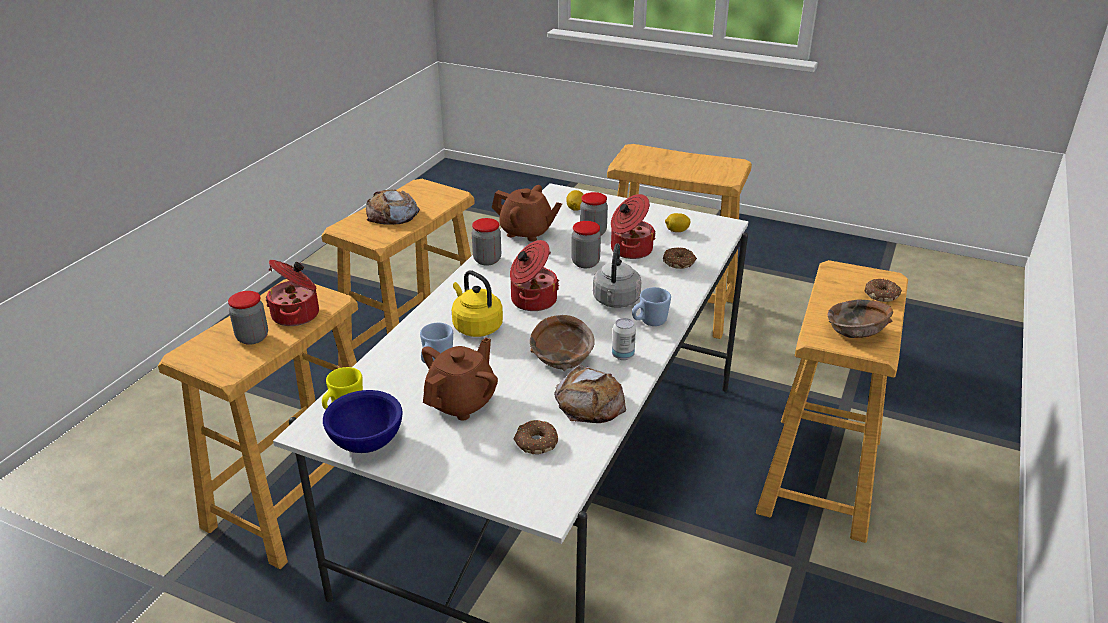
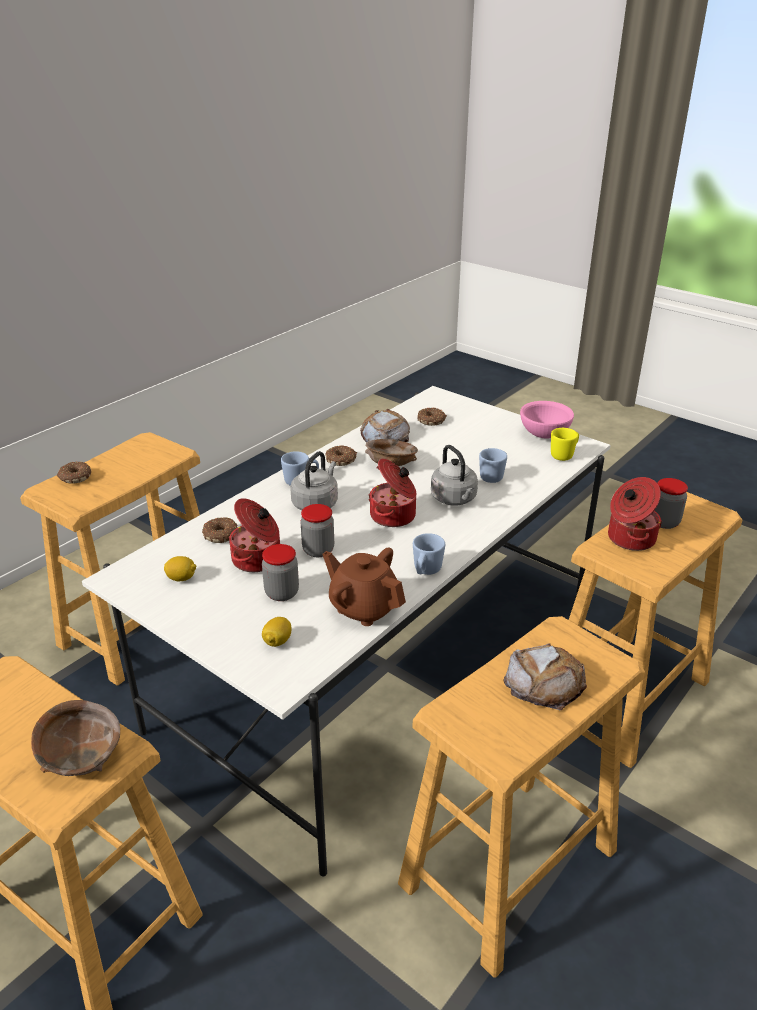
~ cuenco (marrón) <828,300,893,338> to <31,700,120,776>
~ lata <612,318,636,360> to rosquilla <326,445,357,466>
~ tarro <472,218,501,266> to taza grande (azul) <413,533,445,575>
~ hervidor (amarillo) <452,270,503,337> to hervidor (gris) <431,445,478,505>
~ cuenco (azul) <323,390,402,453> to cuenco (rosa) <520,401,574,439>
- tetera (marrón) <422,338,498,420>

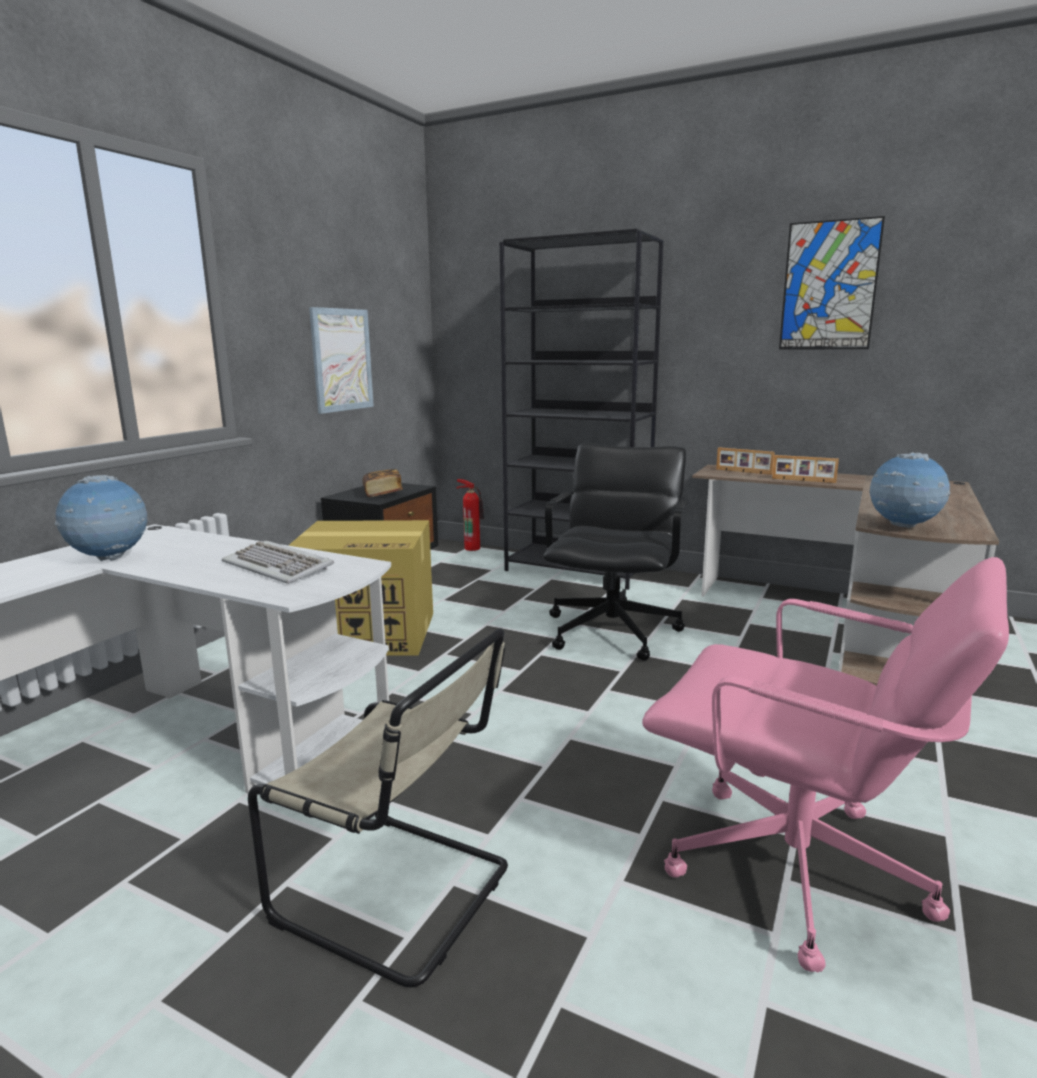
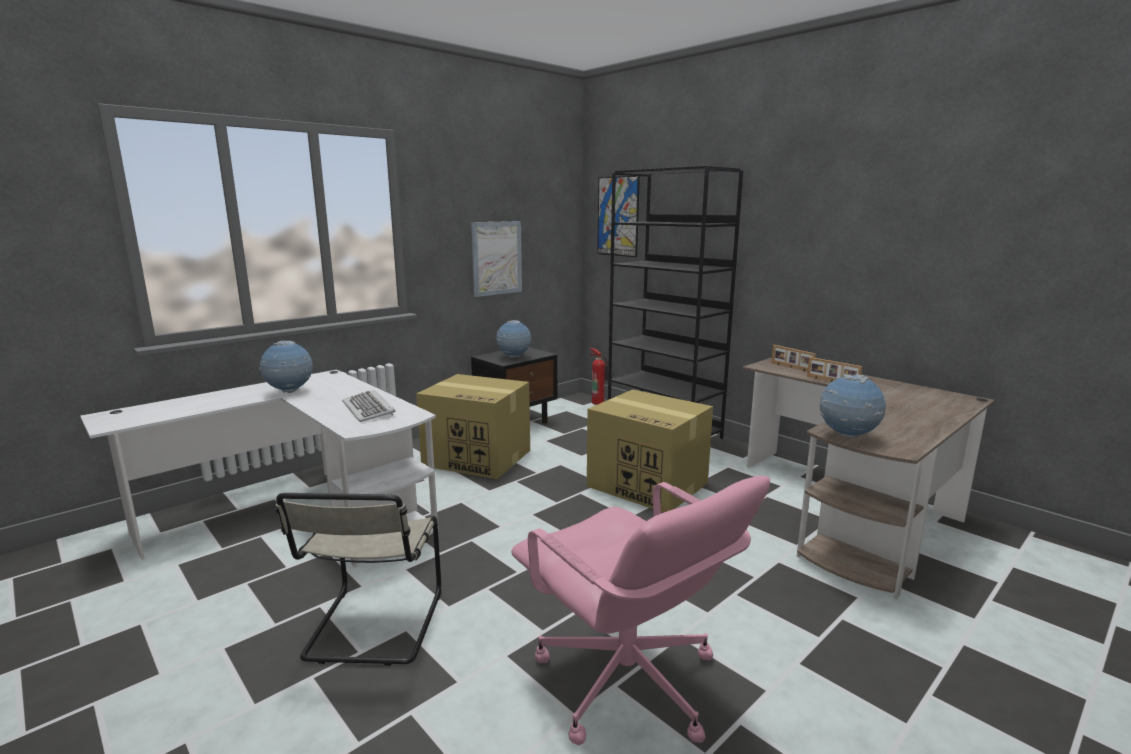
~ silla (beis) <248,628,508,987> = <275,493,442,666> 45 degrees clockwise
~ libro <363,469,403,497> to globo terráqueo <496,320,531,358>
~ silla de oficina (negro) <543,443,688,661> to caja de cartón <587,389,713,513>
~ cuadro <779,216,885,350> to <597,176,640,257>

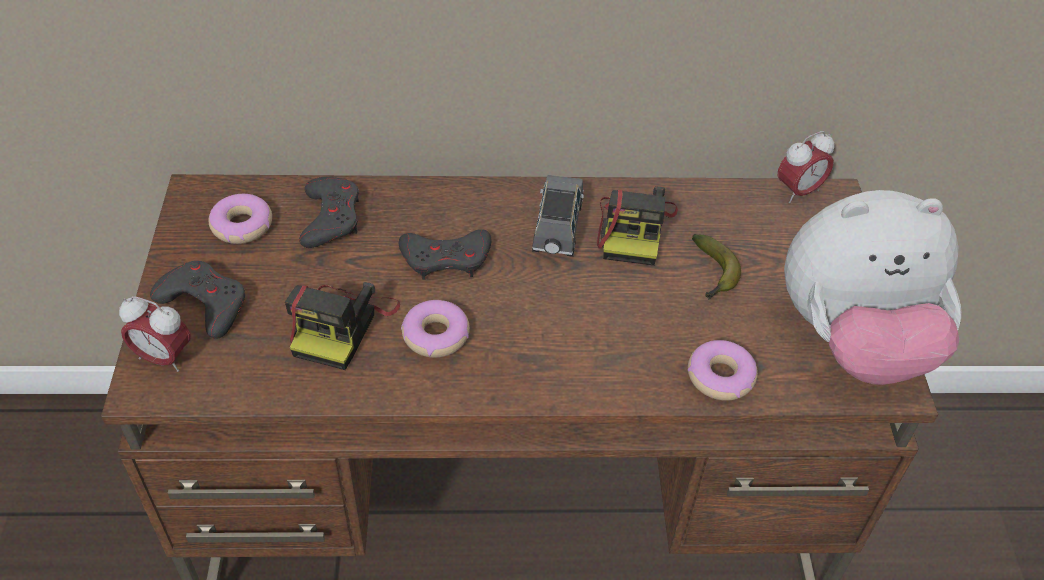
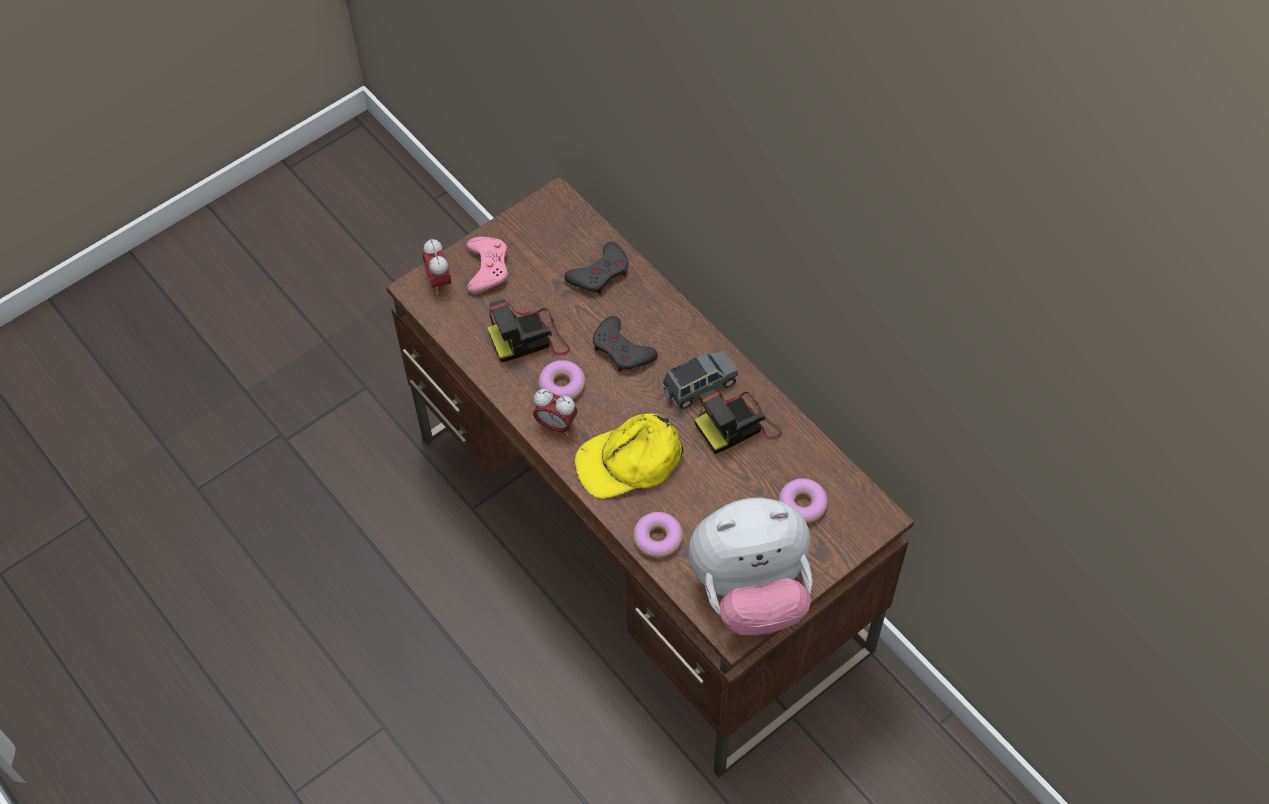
~ mando de consola (gris) <150,261,245,339> to mando de consola (rosa) <466,237,508,294>
~ despertador <778,131,834,203> to <533,389,578,436>
+ gorra (amarillo) <575,413,684,499>
~ peluche <784,190,962,385> = <689,498,813,635> 60 degrees counterclockwise
~ rosquilla <209,194,272,244> to <779,478,828,523>
- plátano <692,234,741,299>

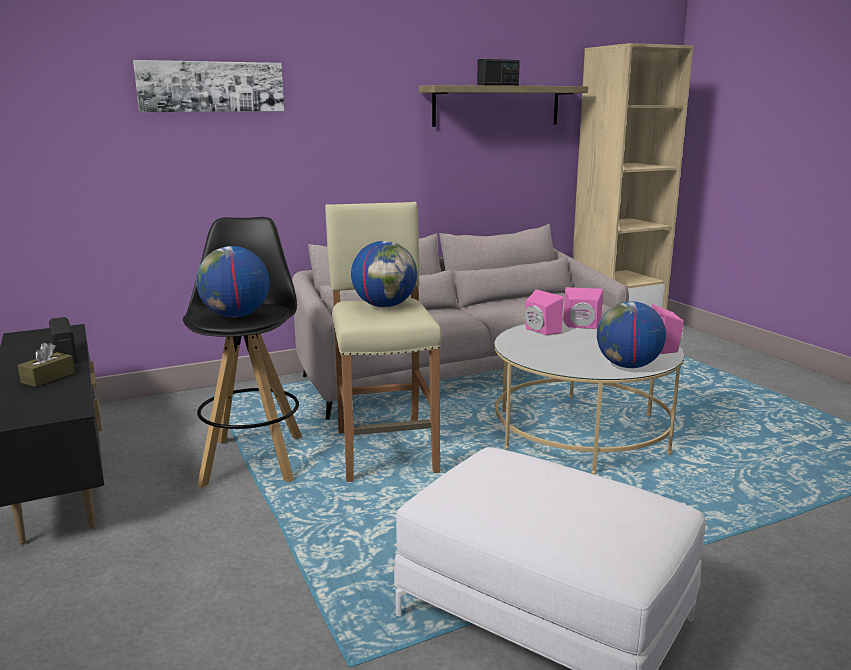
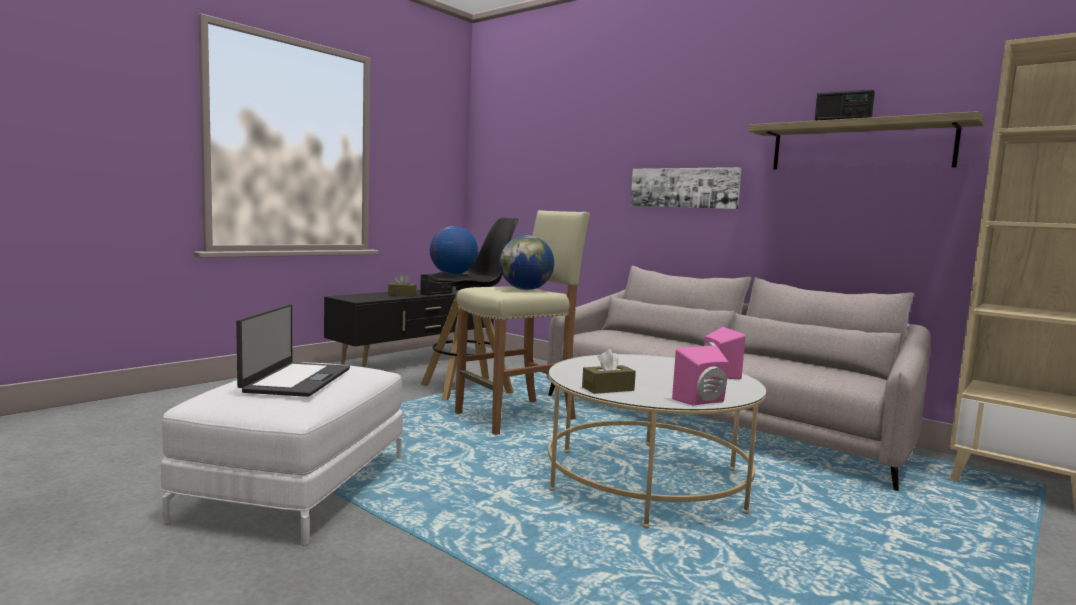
+ portátil <236,304,350,397>
~ globo terráqueo <597,301,666,368> to caja de pañuelos (marrón) <582,349,636,394>
~ cuadro <133,60,284,112> to <630,167,742,209>
- altavoz (rosa) <525,289,563,335>

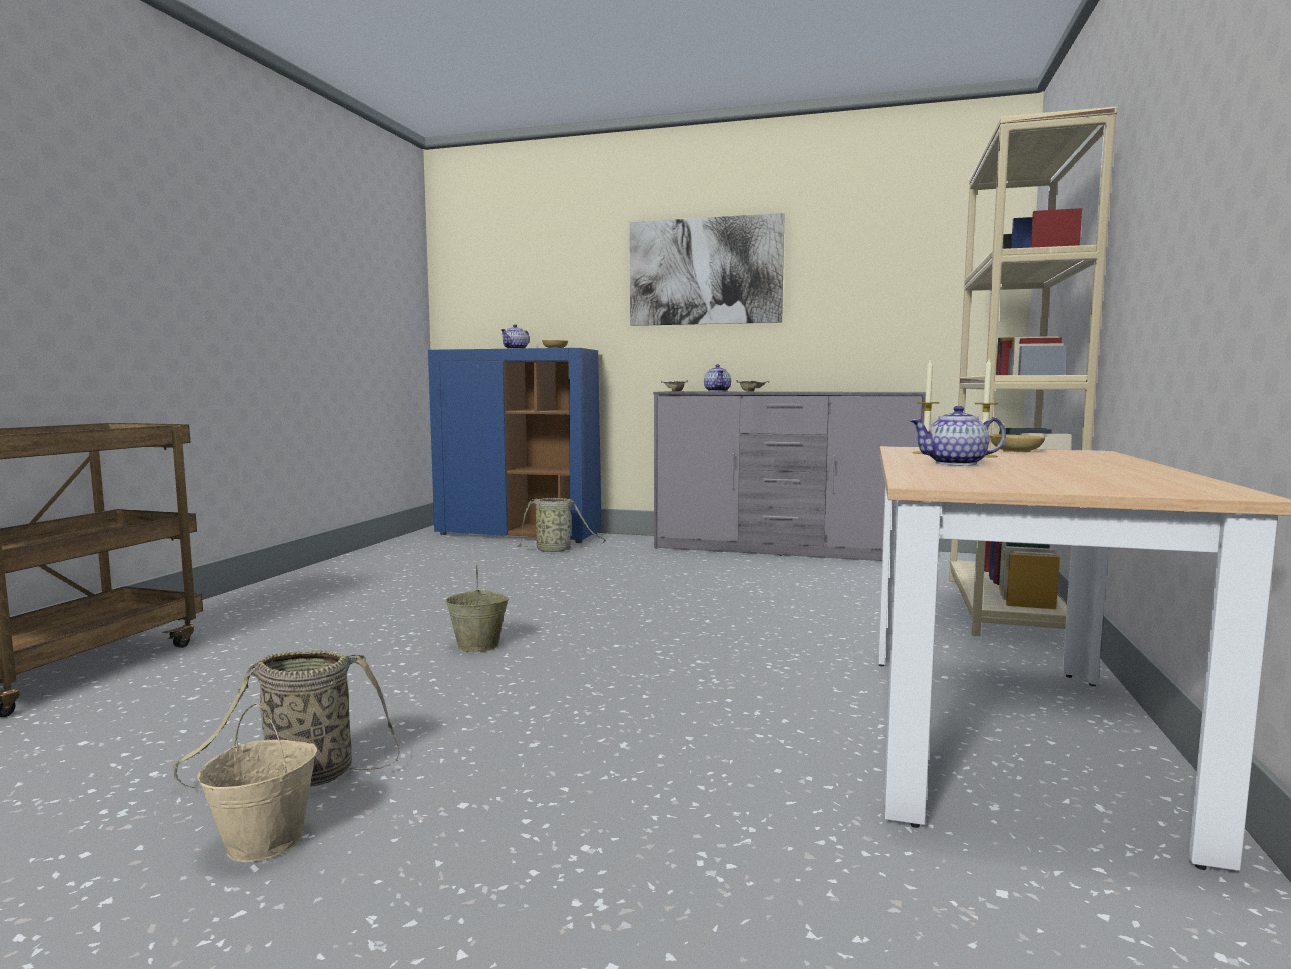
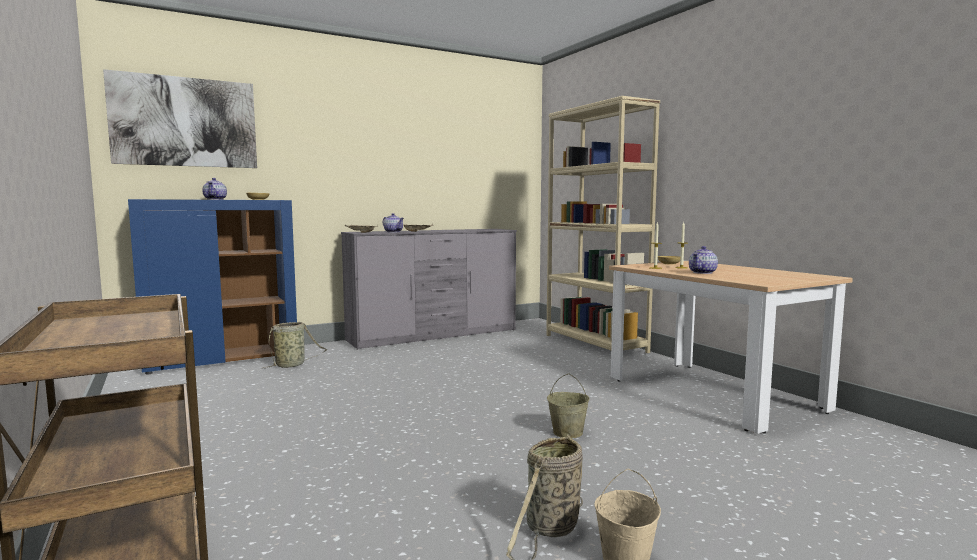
~ cuadro <630,213,785,326> to <103,69,257,168>
~ cubo (beis) <446,565,509,652> to <547,374,590,438>

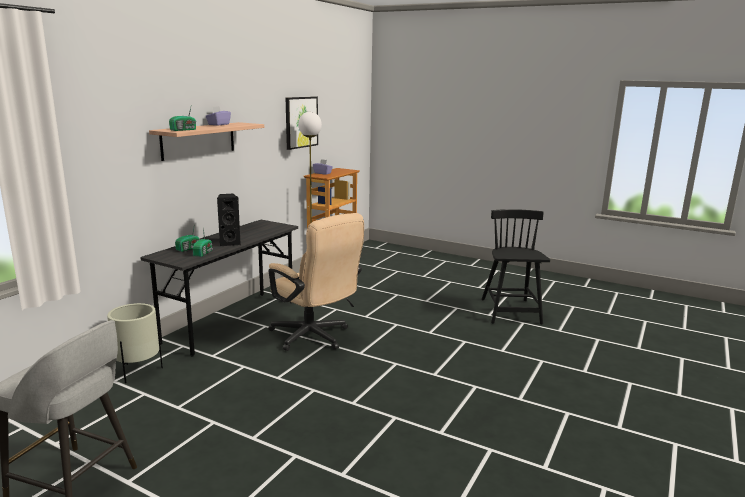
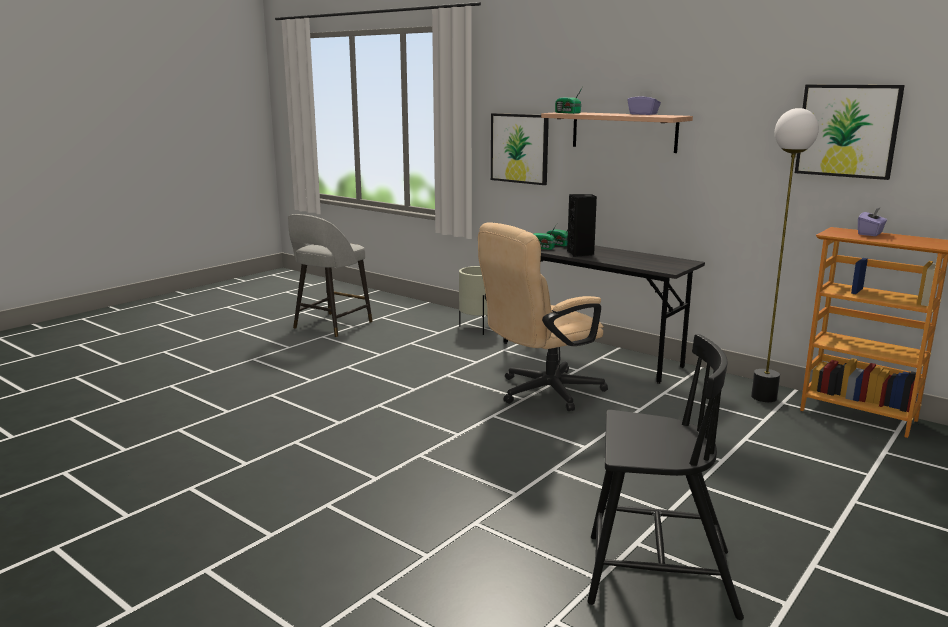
+ cuadro <491,113,549,185>

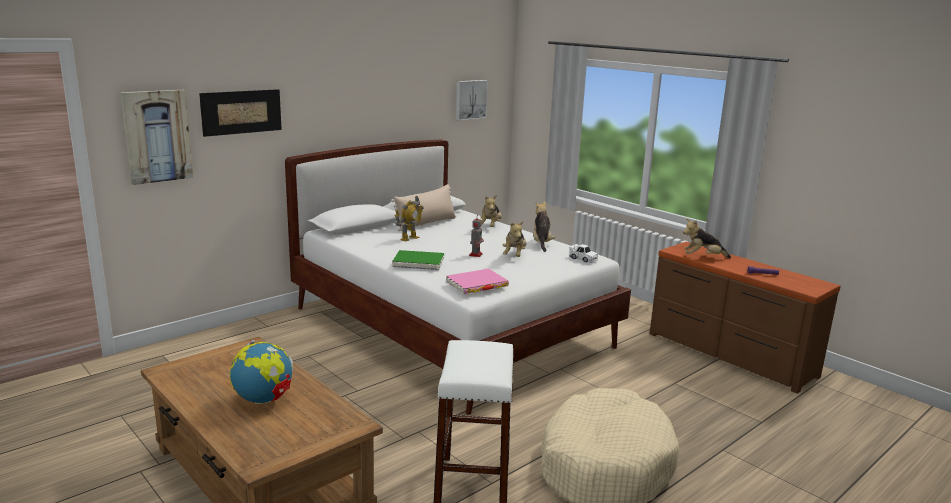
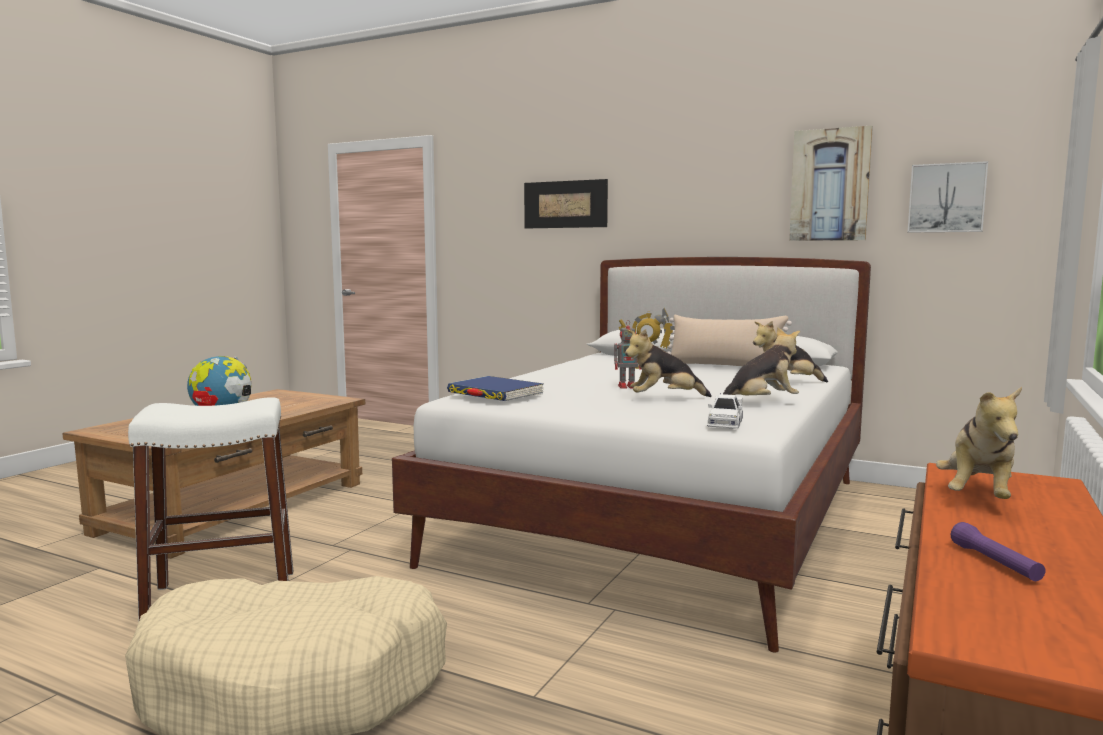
~ libro (rosa) <446,269,509,294> to libro (azul) <447,376,543,401>
~ cuadro <120,90,193,185> to <789,126,873,241>
~ peluche <683,219,731,258> = <936,387,1022,499> 135 degrees counterclockwise
- libro (verde) <392,250,444,270>

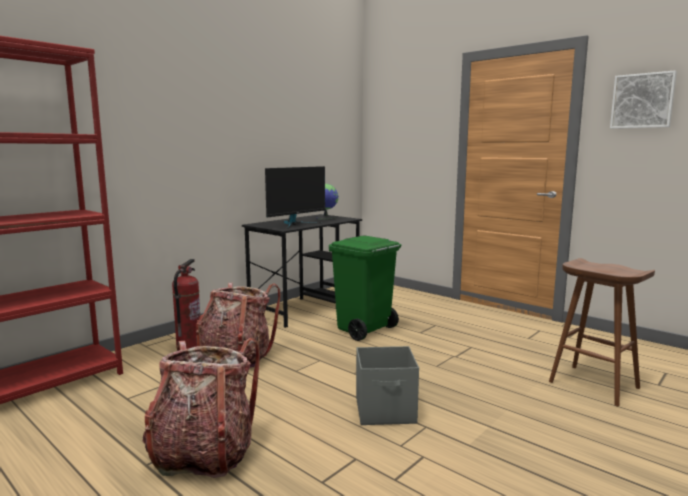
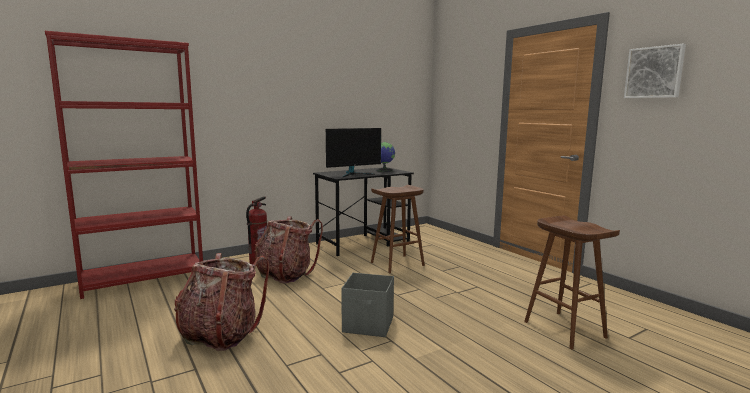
~ papelera (verde) <329,235,401,341> to taburete (marrón) <371,185,425,273>

